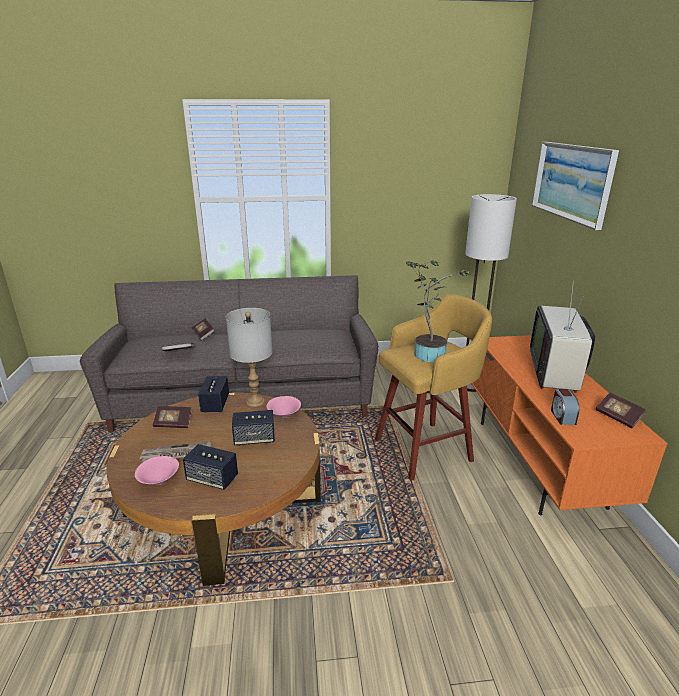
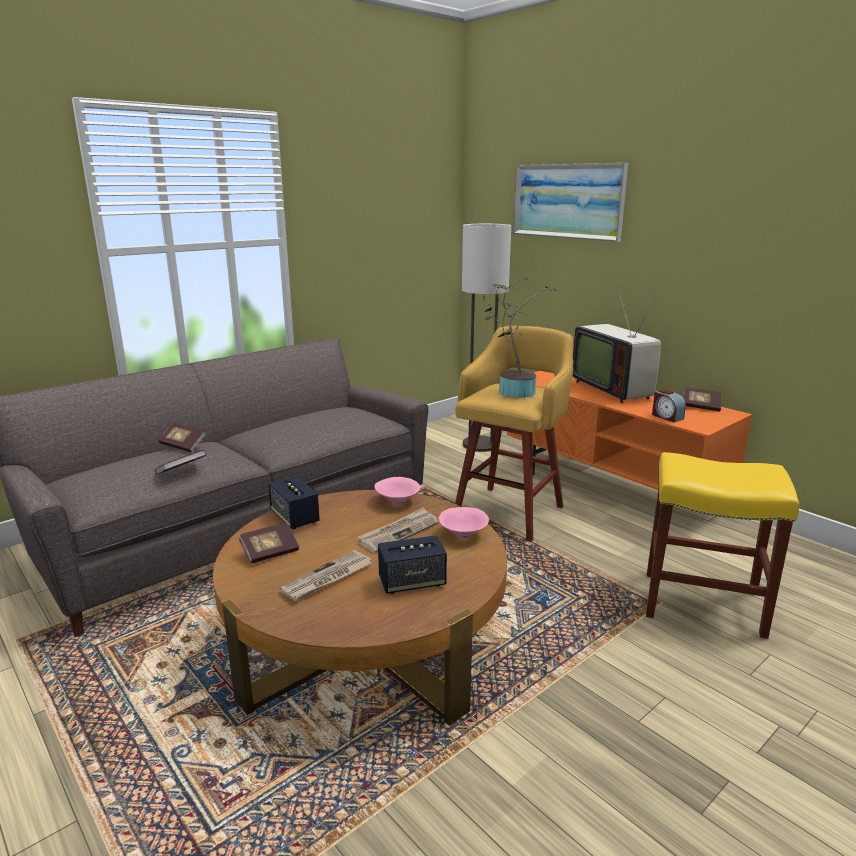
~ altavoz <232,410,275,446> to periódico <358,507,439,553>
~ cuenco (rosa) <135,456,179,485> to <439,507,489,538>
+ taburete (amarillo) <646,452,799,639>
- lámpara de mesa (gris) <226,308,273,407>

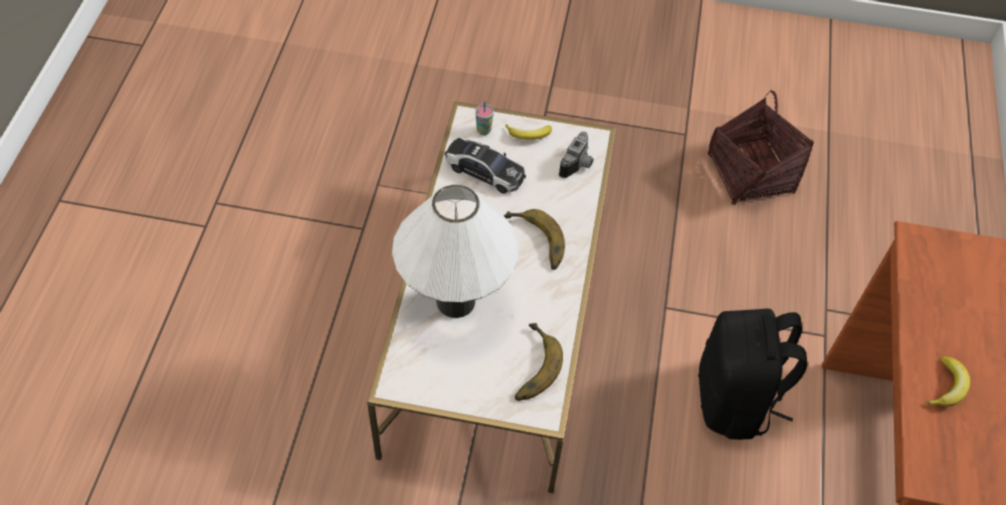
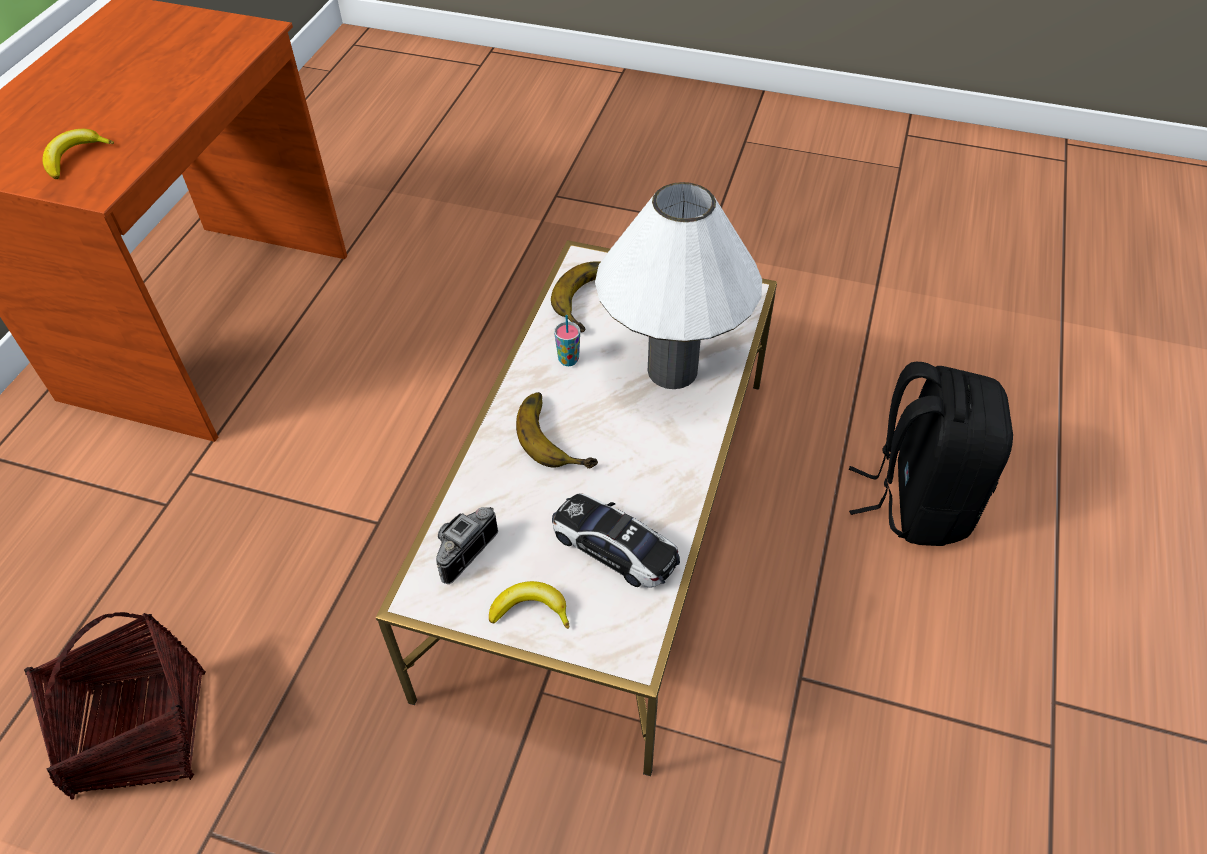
~ plátano <925,356,970,407> to <43,129,114,179>
~ taza <476,101,494,135> to <554,315,580,366>
~ mochila (negro) <698,309,807,440> to <849,362,1013,546>

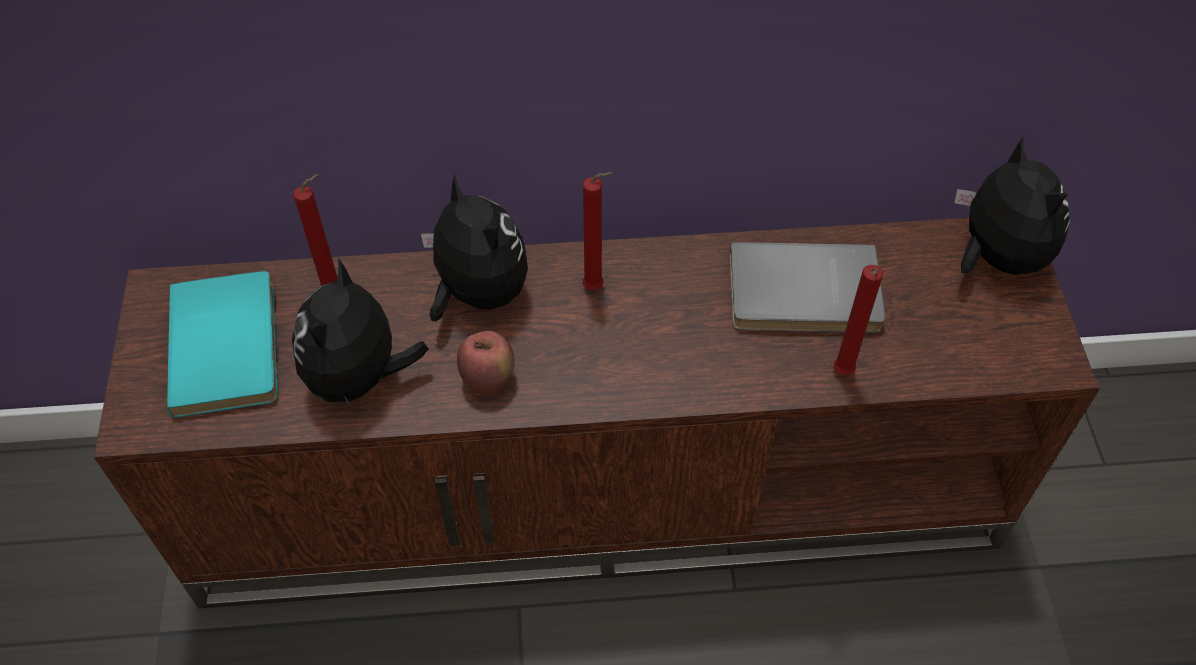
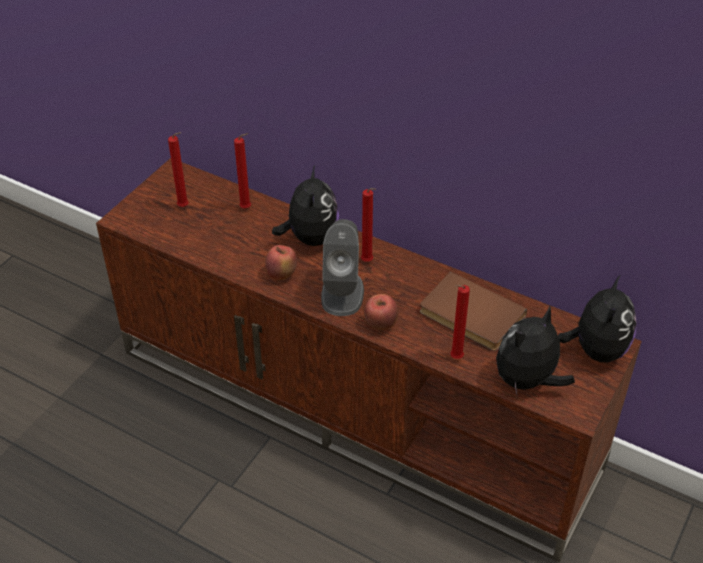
~ libro (turquesa) <167,271,278,418> to vela (rojo) <168,132,189,207>
+ altavoz (gris) <321,219,364,316>
+ manzana <364,294,398,330>
~ libro (gris) <729,242,886,333> to libro (marrón) <420,272,527,351>
~ peluche <292,258,429,414> to <496,306,575,394>

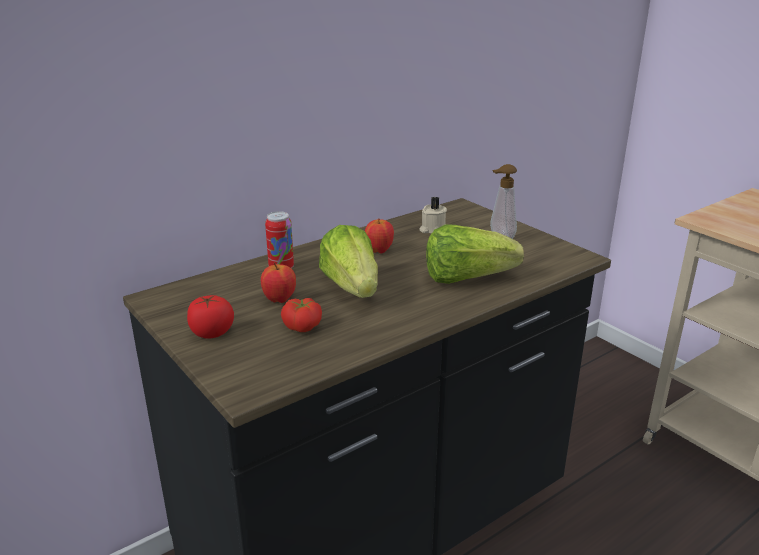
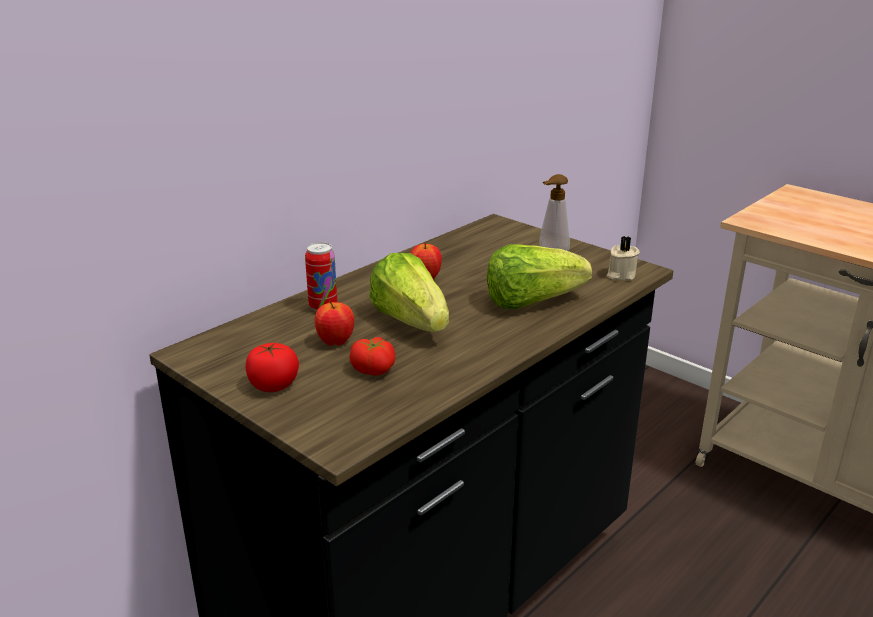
~ vela (beis) <419,197,447,233> to <607,236,640,280>

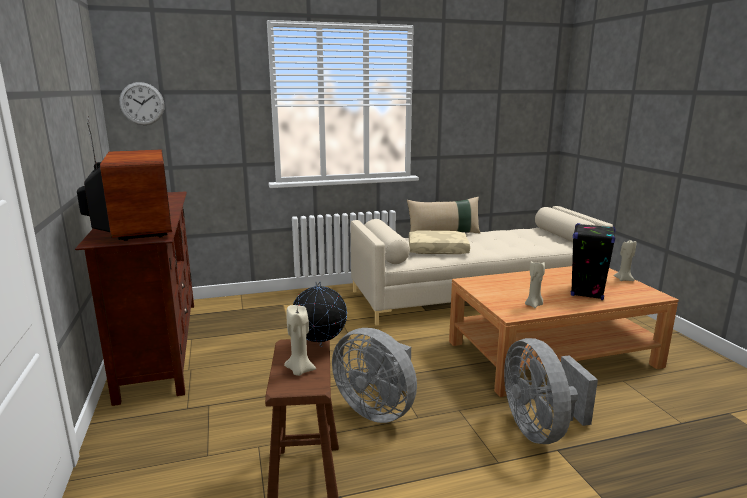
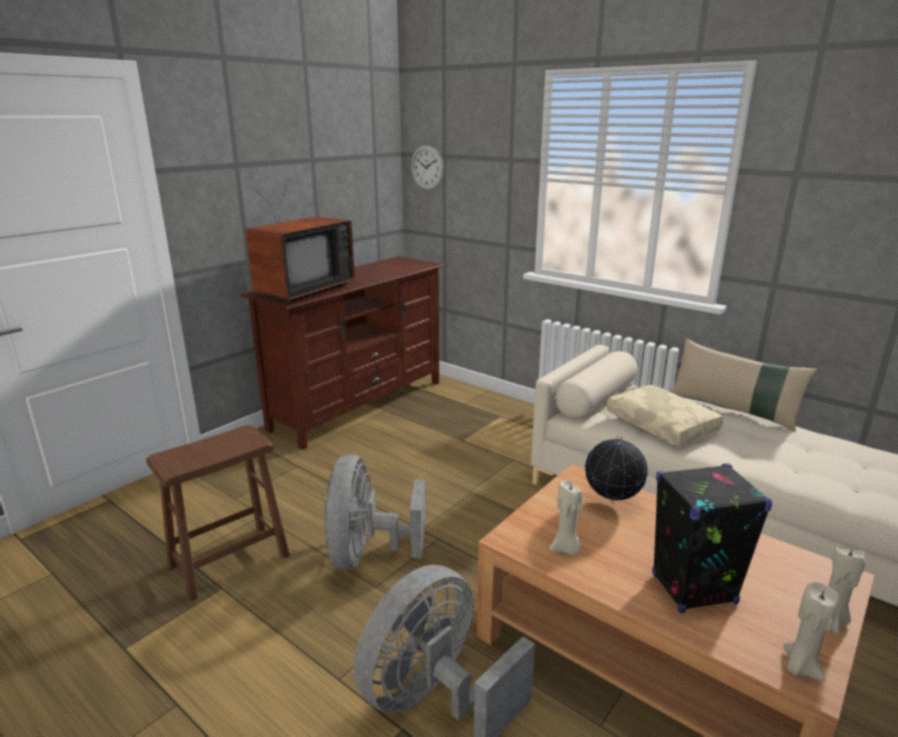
~ globo terráqueo <293,282,347,347> to <585,435,648,504>
~ vela (beis) <284,305,316,376> to <783,581,839,681>

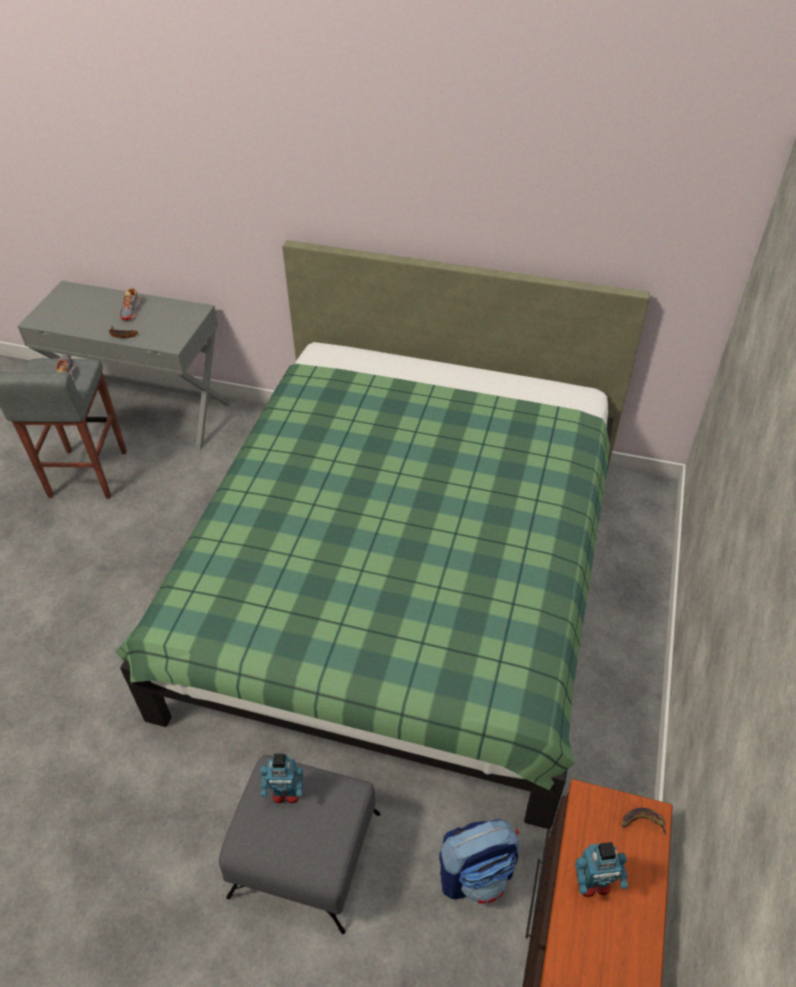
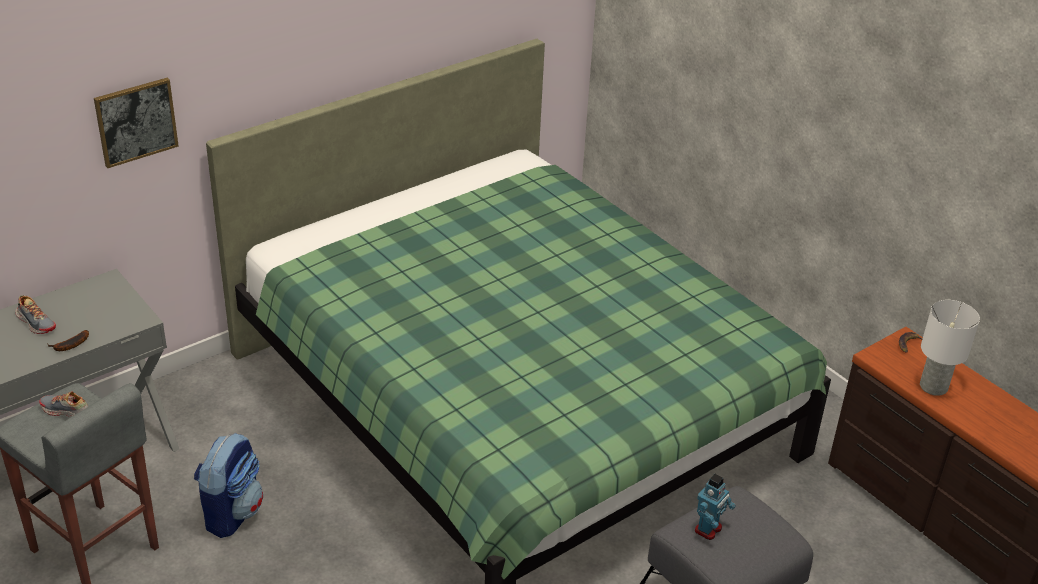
+ cuadro <94,78,179,168>
~ mochila <439,819,520,904> to <194,433,263,538>
~ robot de juguete <575,842,628,897> to lámpara de mesa (blanco) <920,300,980,396>

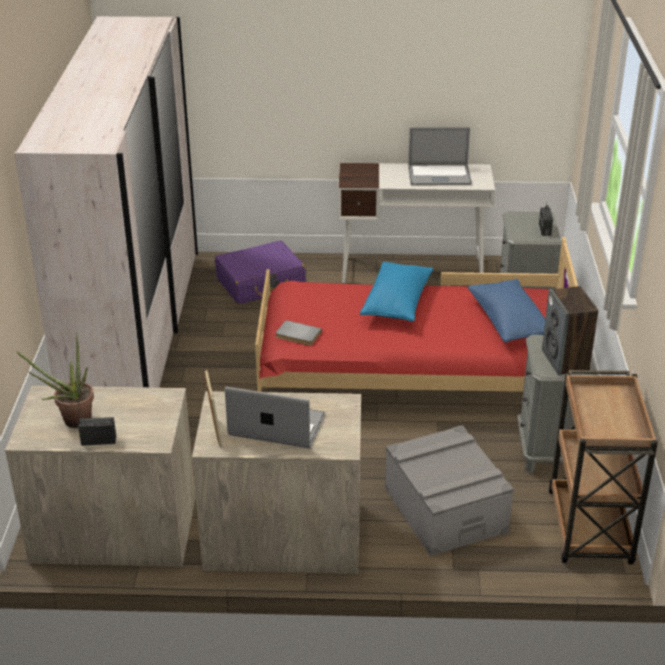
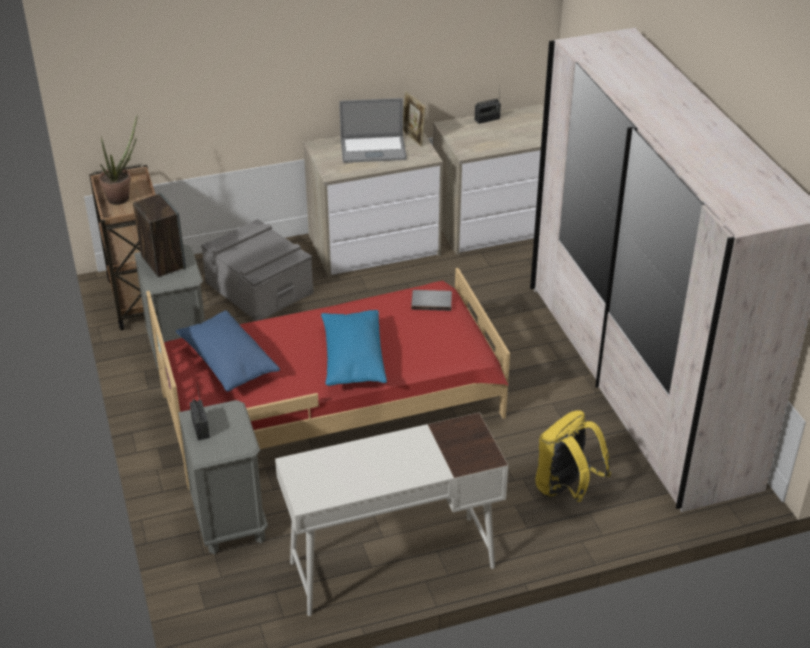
~ planta en maceta <16,333,94,428> to <99,116,137,205>
~ maleta (morado) <215,241,306,304> to mochila (amarillo) <535,410,611,502>
- portátil <408,127,472,185>

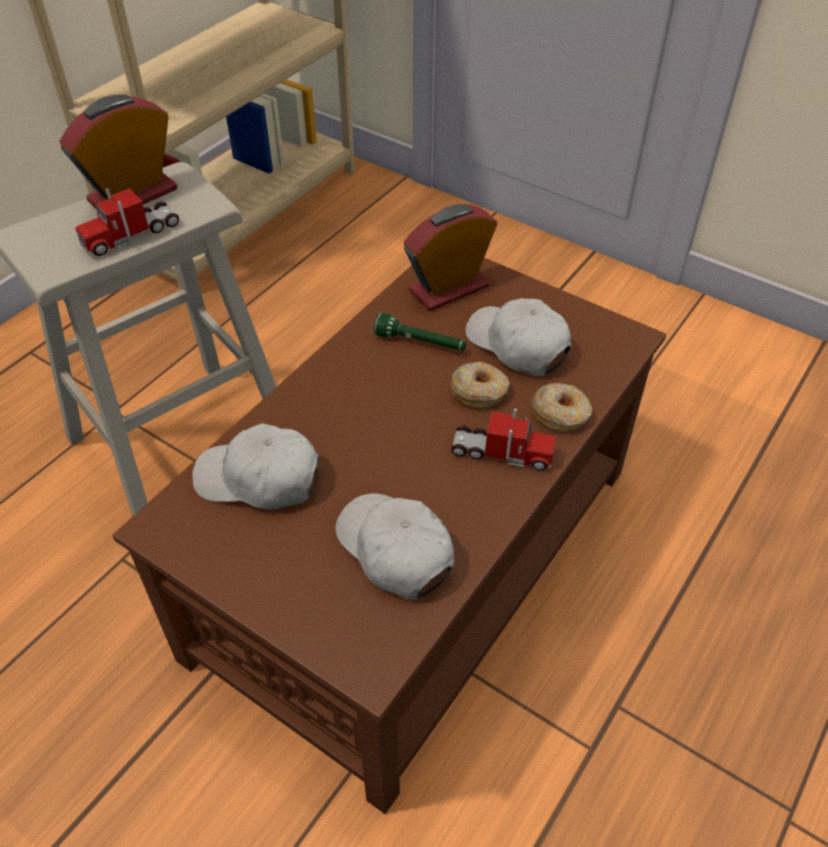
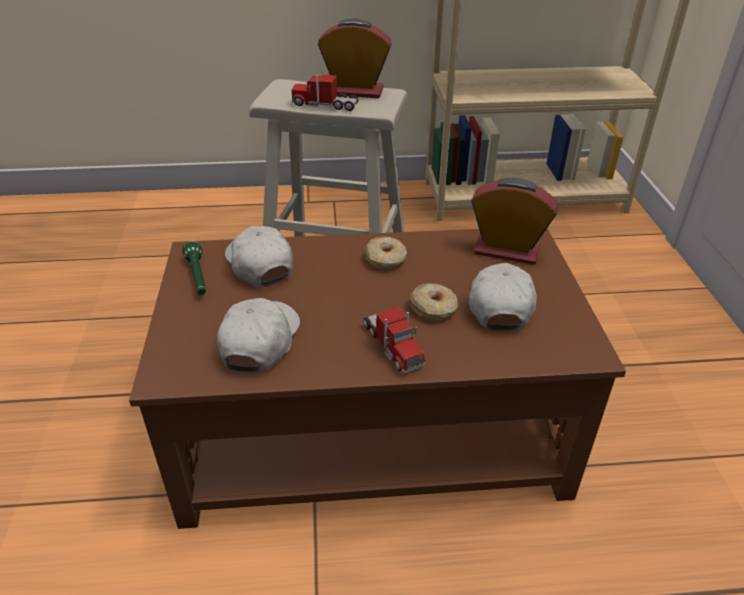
~ linterna (verde) <374,313,466,351> to <182,241,206,295>
~ rosquilla <532,383,592,432> to <365,236,407,270>

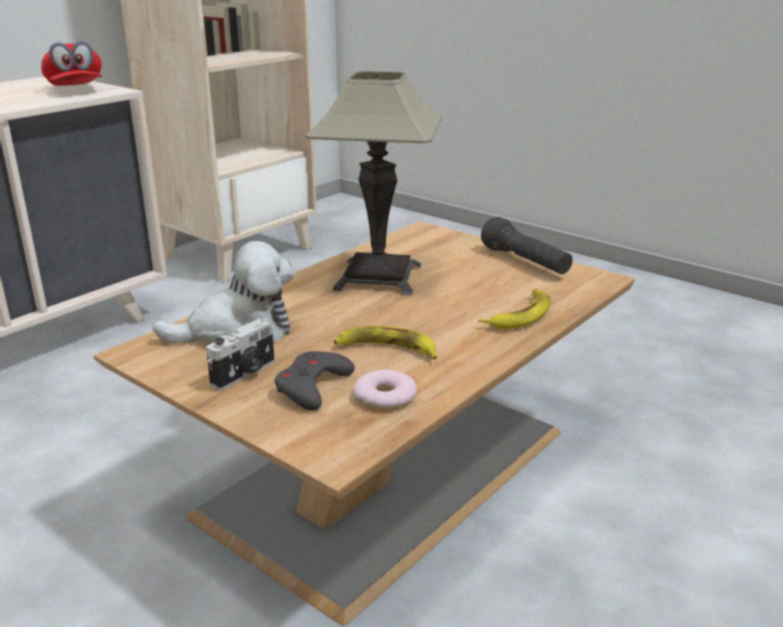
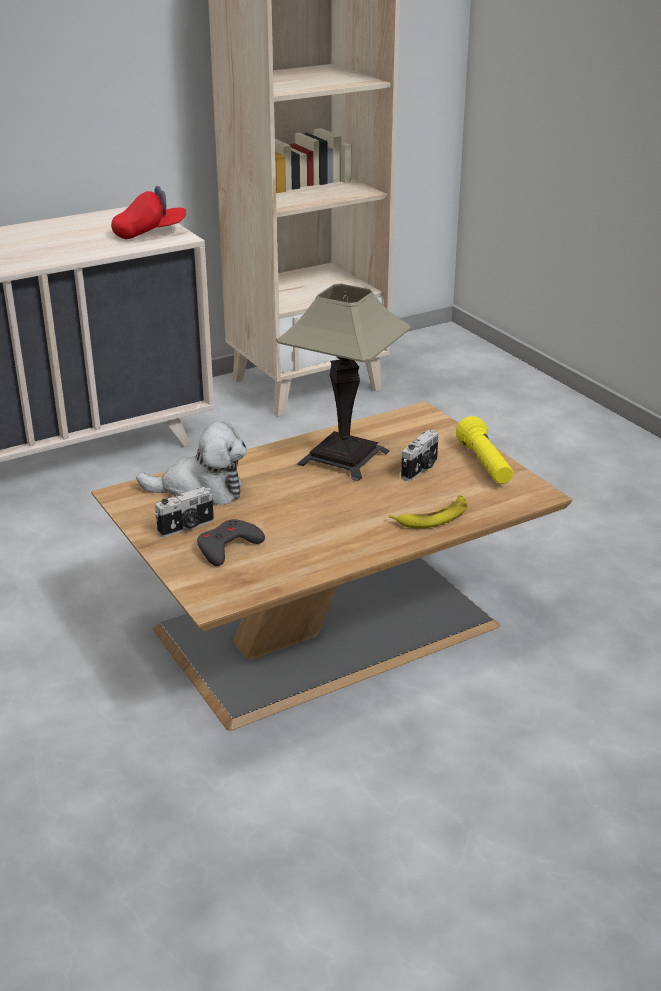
~ gorra (rojo) <41,41,102,85> = <111,186,186,239> 105 degrees counterclockwise
+ cámara <401,430,439,481>
~ linterna (negro) <481,217,573,274> to linterna (amarillo) <456,416,513,484>
- plátano <334,326,437,359>
- rosquilla <353,370,417,409>

